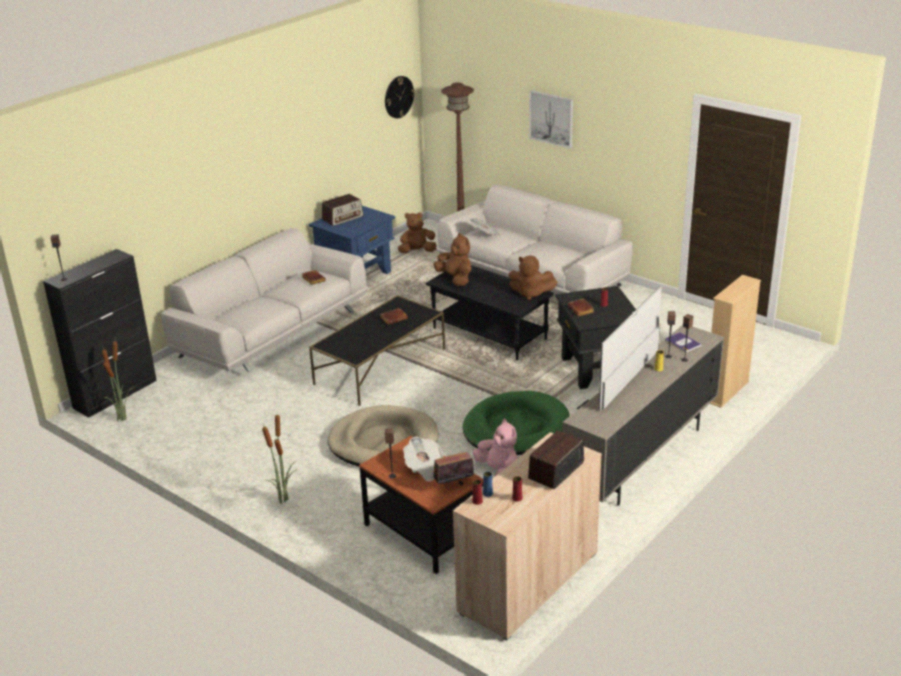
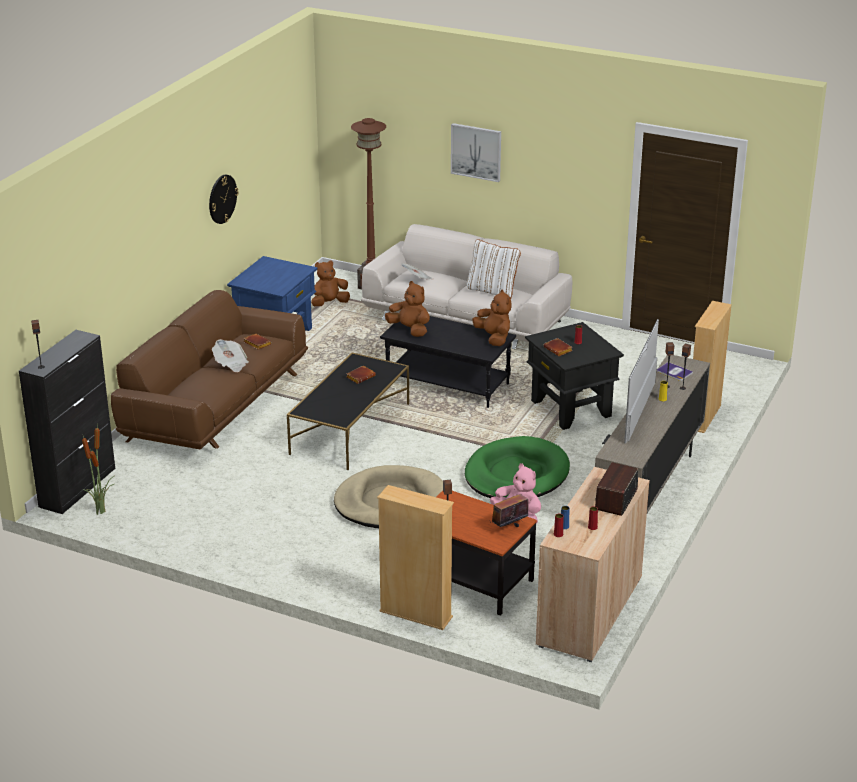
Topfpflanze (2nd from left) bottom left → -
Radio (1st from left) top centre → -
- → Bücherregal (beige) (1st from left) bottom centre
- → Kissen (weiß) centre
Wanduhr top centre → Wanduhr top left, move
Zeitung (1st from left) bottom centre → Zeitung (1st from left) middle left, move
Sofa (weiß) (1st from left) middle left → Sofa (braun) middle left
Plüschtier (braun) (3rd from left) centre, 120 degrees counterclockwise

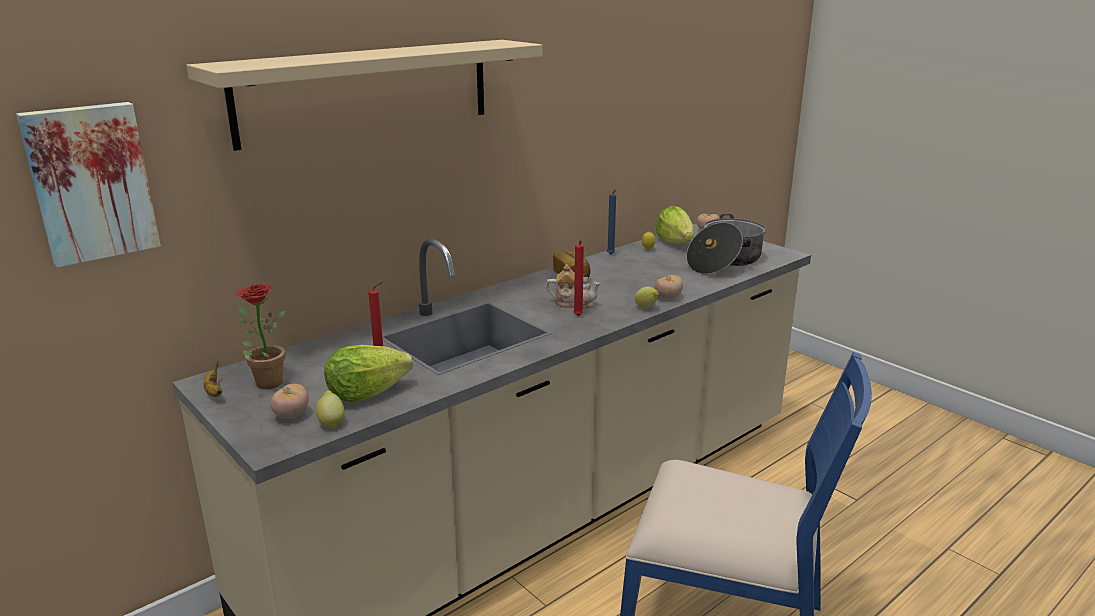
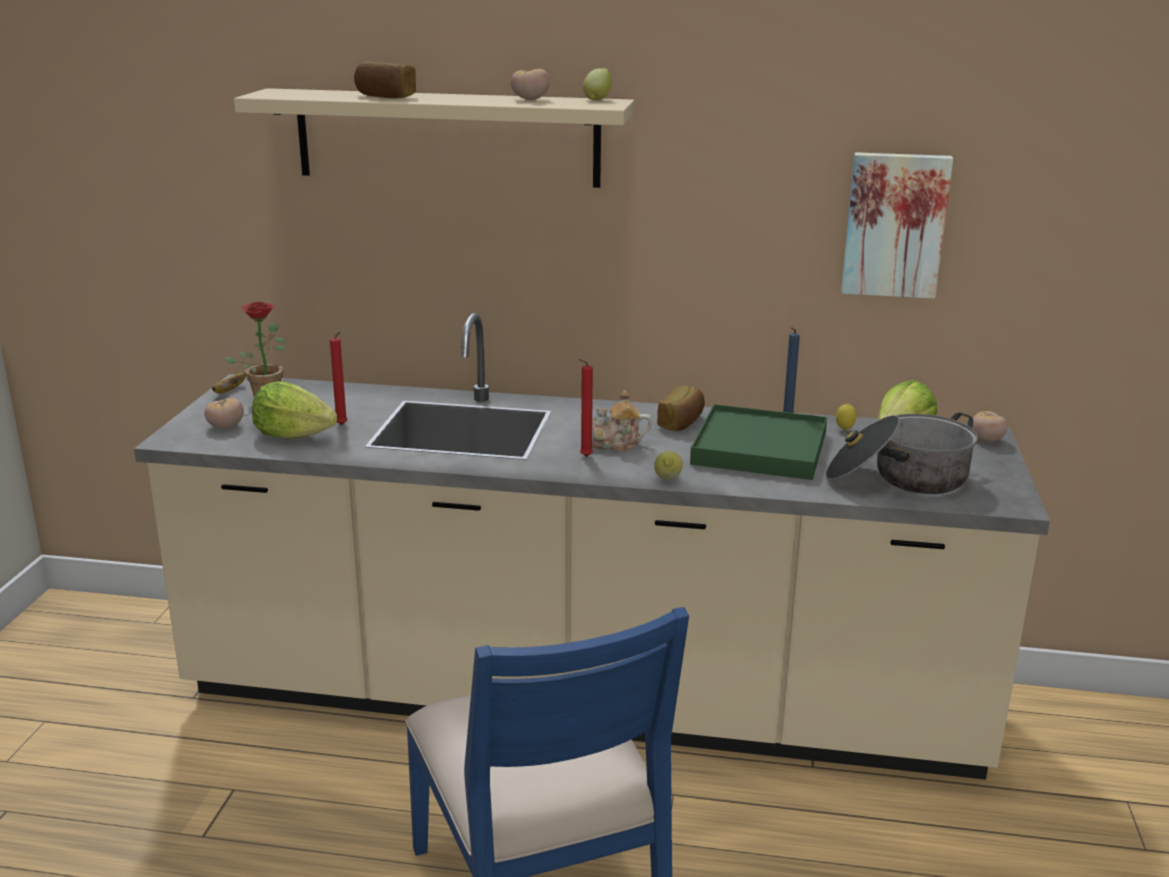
- → Brot (1st from left) top left
- → Tablett (grün) centre
Bild top left → Bild top right, move
Zitrone (1st from left) middle left → Zitrone (1st from left) top centre, move
Tomate (2nd from left) centre → Tomate (2nd from left) top centre, move
Teekanne centre, 120 degrees clockwise

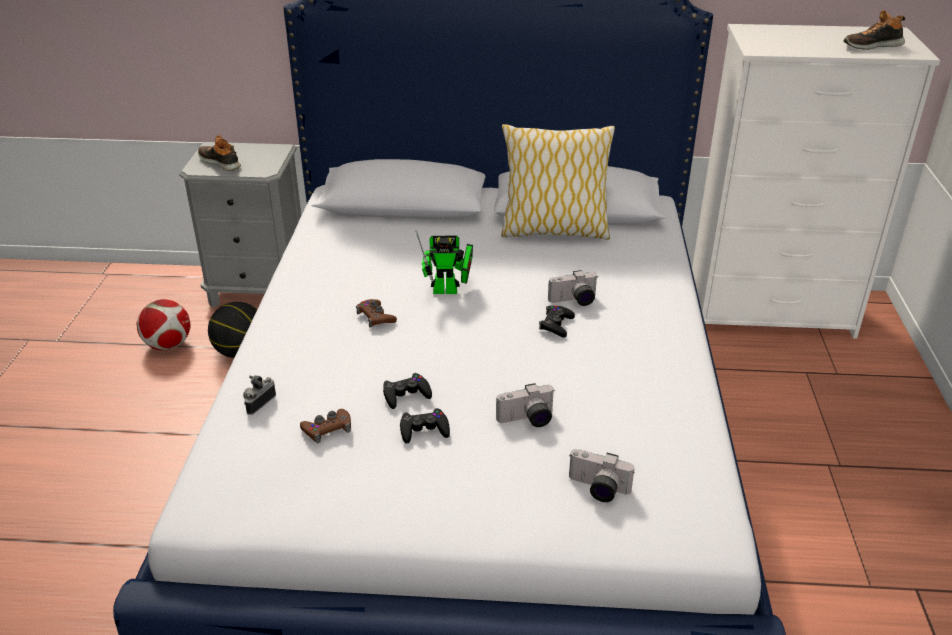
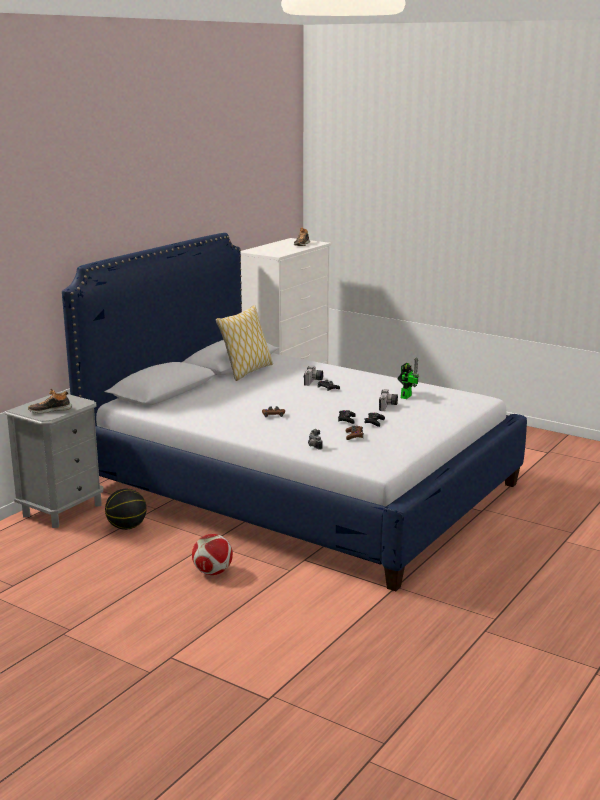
Kamera (4th from left) bottom centre → -
Fußball middle left → Fußball bottom centre, move
Spielzeugroboter centre → Spielzeugroboter middle right, move

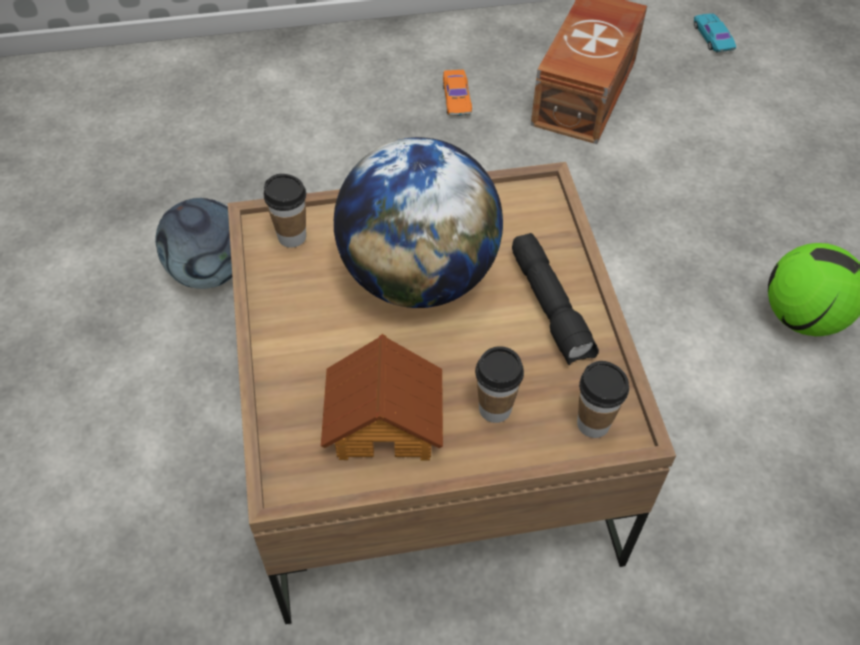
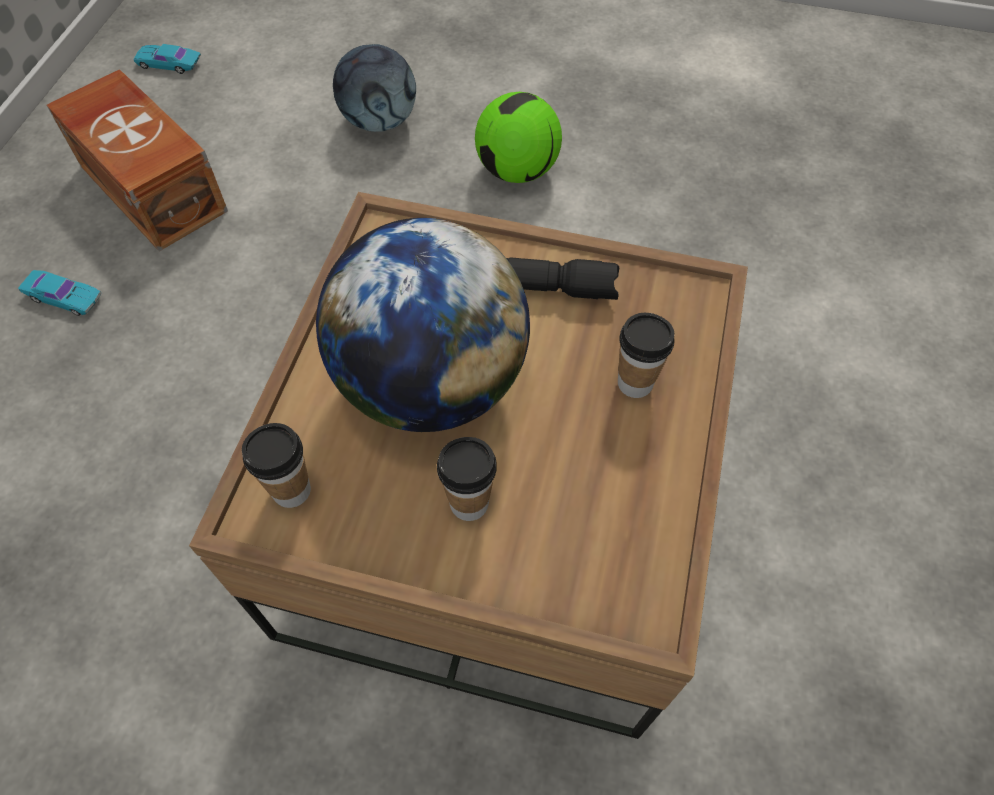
Spielzeughaus centre → -
Fußball (1st from left) middle left → Fußball (1st from left) top centre, move
Tasse (3rd from left in the first image) middle right → Tasse (2nd from left) centre, move
Spielzeugauto (orange) top centre → Spielzeugauto (türkis) (1st from left) middle left

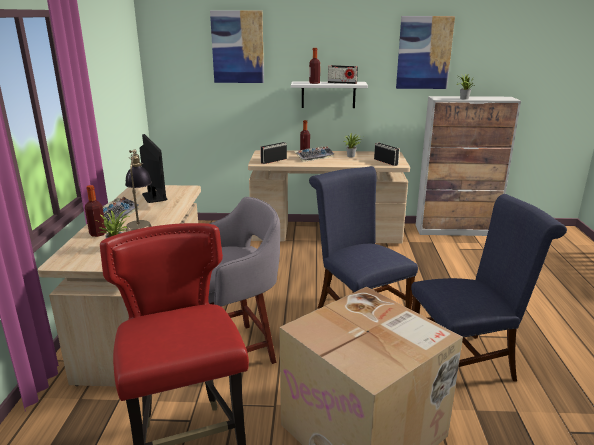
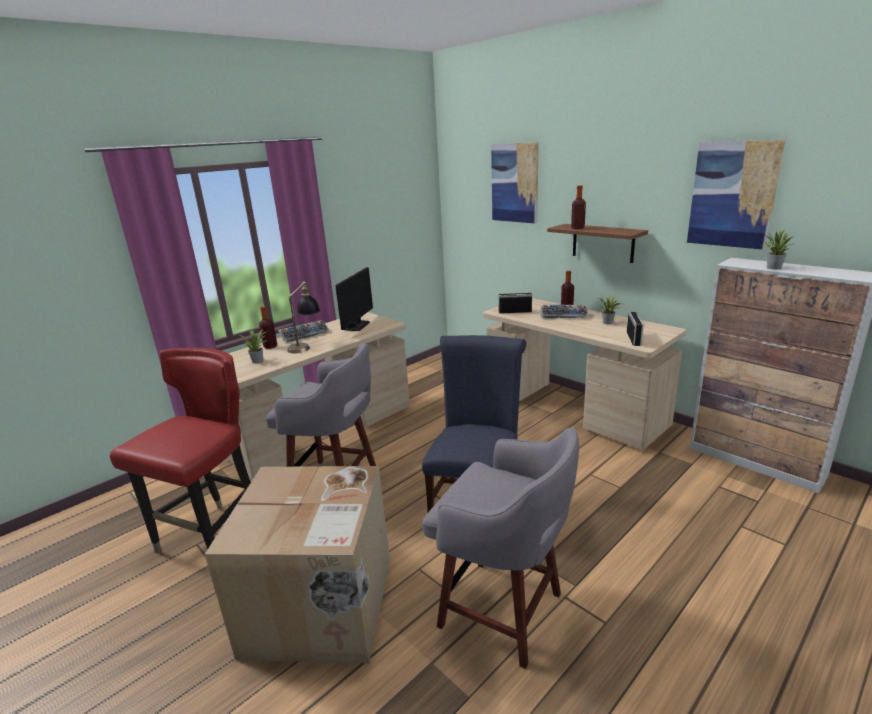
Radio (2nd from left) top centre → -
Stuhl (blau) (2nd from left) middle right → Hocker (grau) (2nd from left) bottom centre
Wandregal (weiß) top centre → Wandregal (braun) middle right

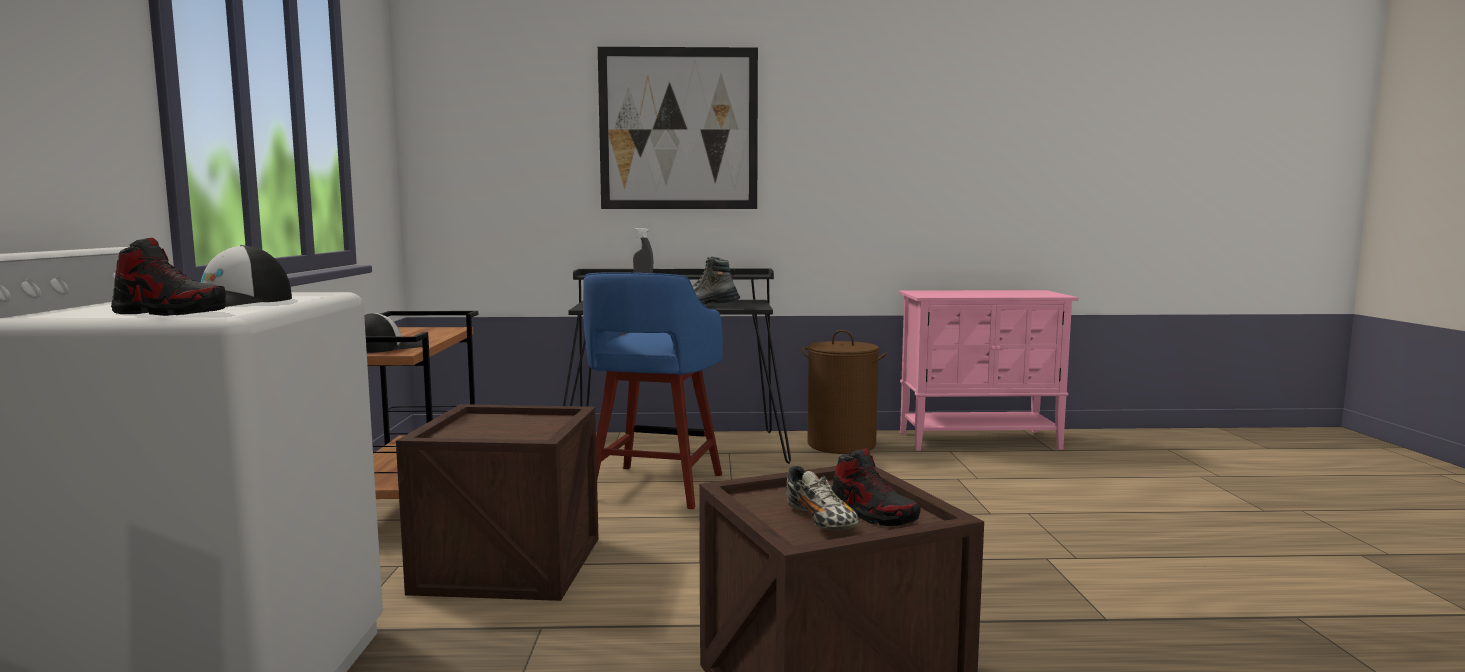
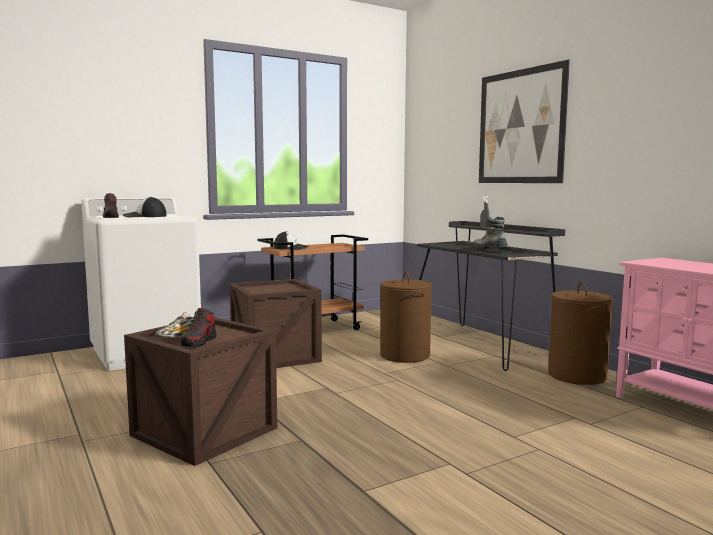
Hocker (blau) centre → Wäschekorb (braun) (1st from left) centre

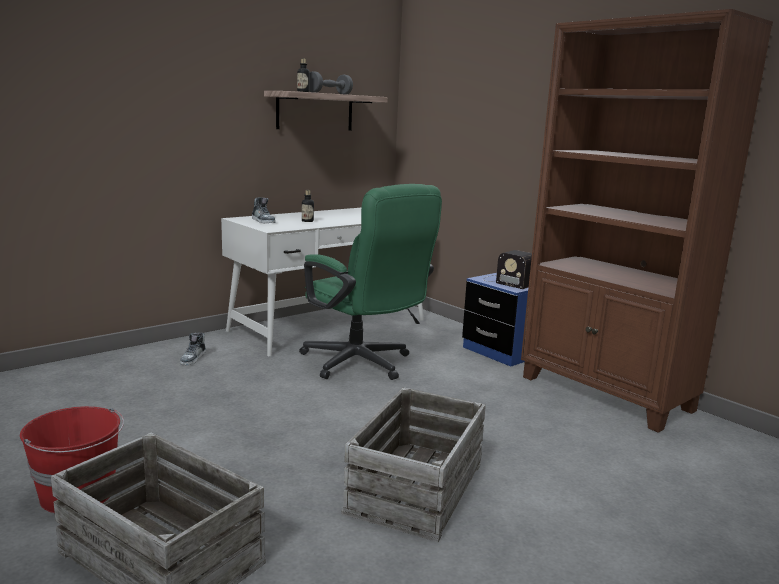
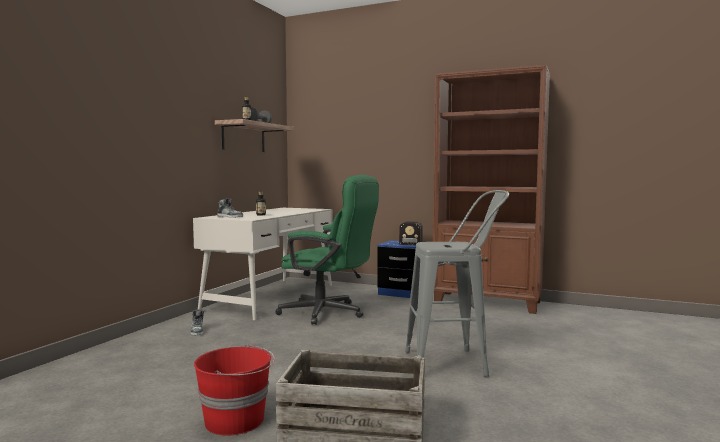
Kiste (2nd from left) bottom centre → Hocker (grau) centre

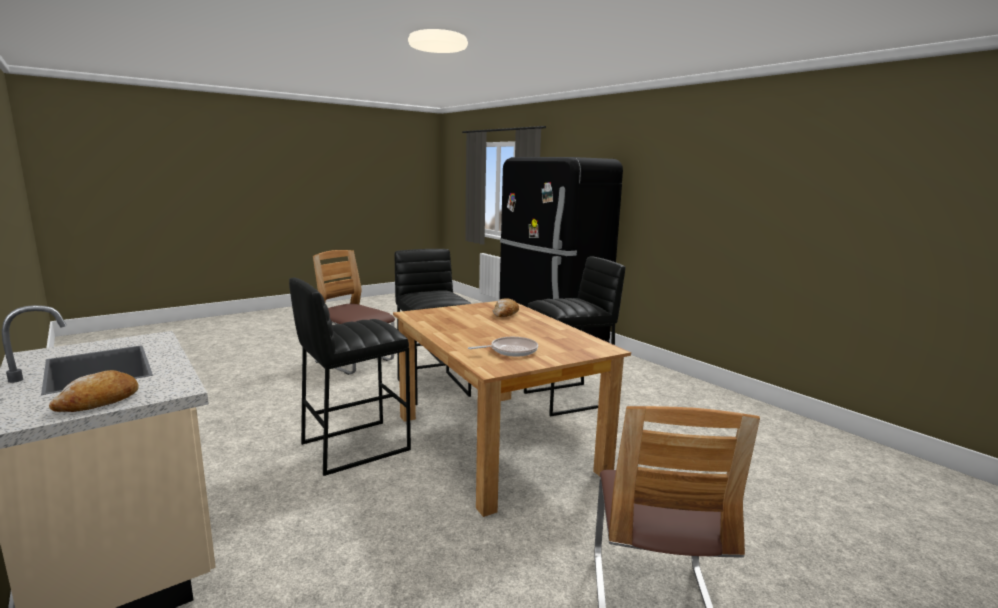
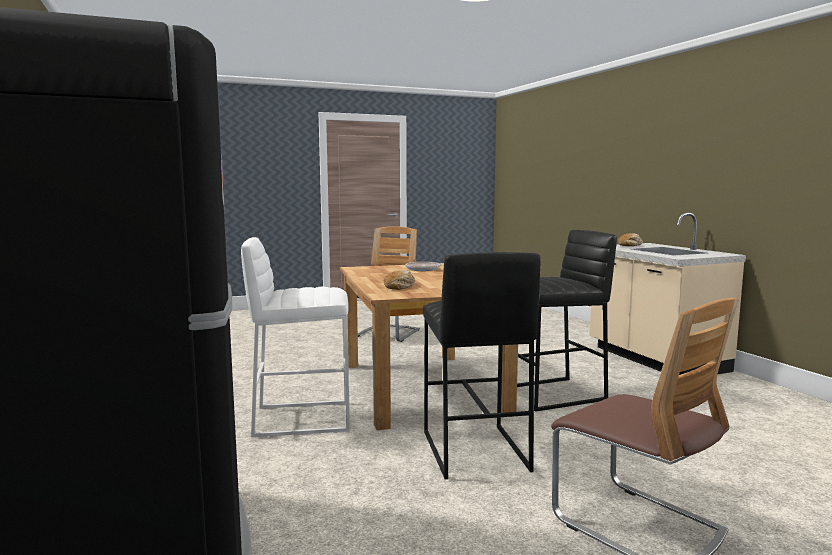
Hocker (schwarz) (3rd from left) centre → Hocker (weiß) centre

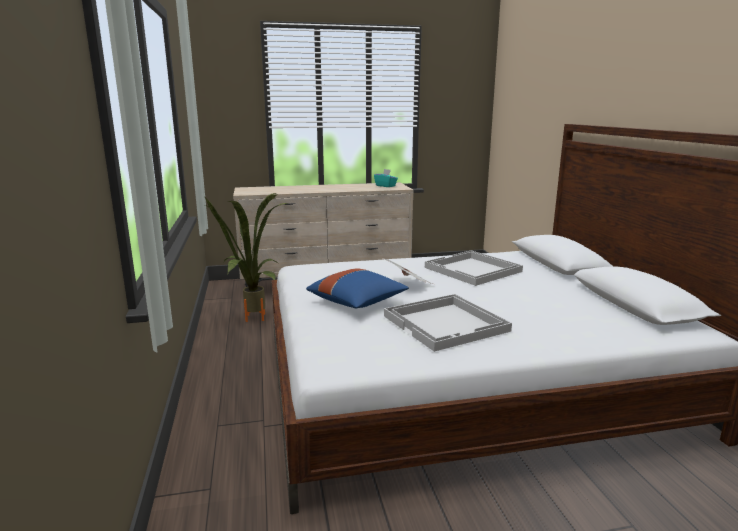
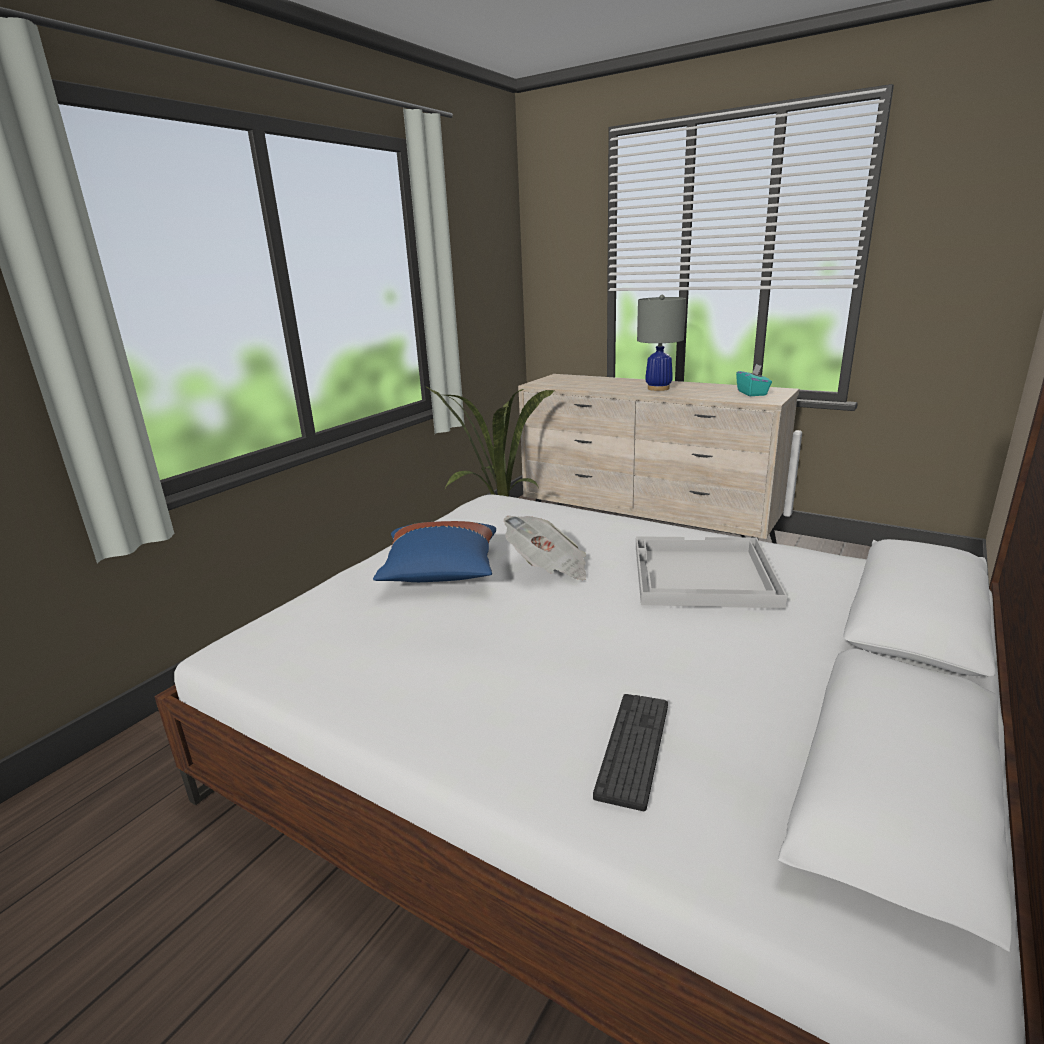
Tablett (weiß) (1st from left) centre → -
- → Tastatur bottom centre
- → Tischlampe (grau) top centre

